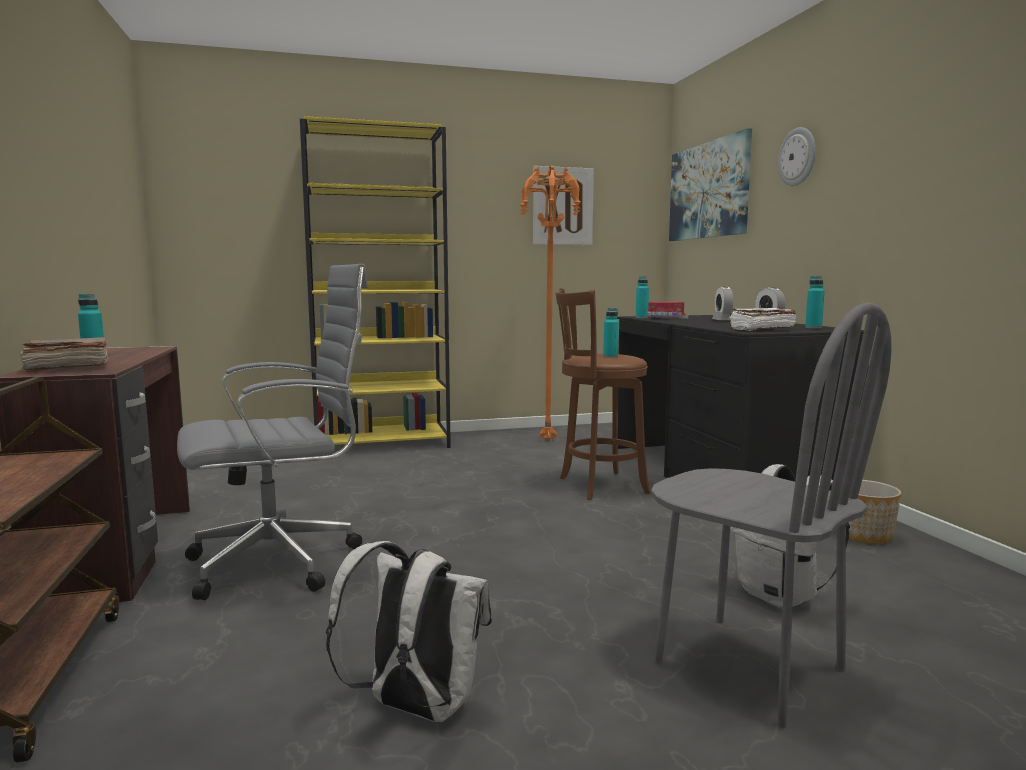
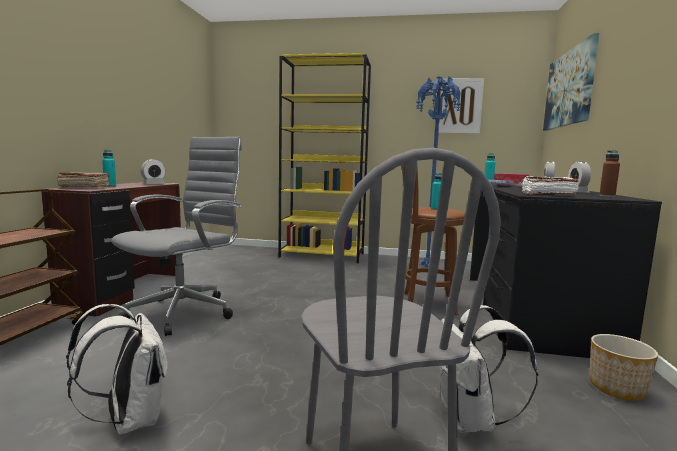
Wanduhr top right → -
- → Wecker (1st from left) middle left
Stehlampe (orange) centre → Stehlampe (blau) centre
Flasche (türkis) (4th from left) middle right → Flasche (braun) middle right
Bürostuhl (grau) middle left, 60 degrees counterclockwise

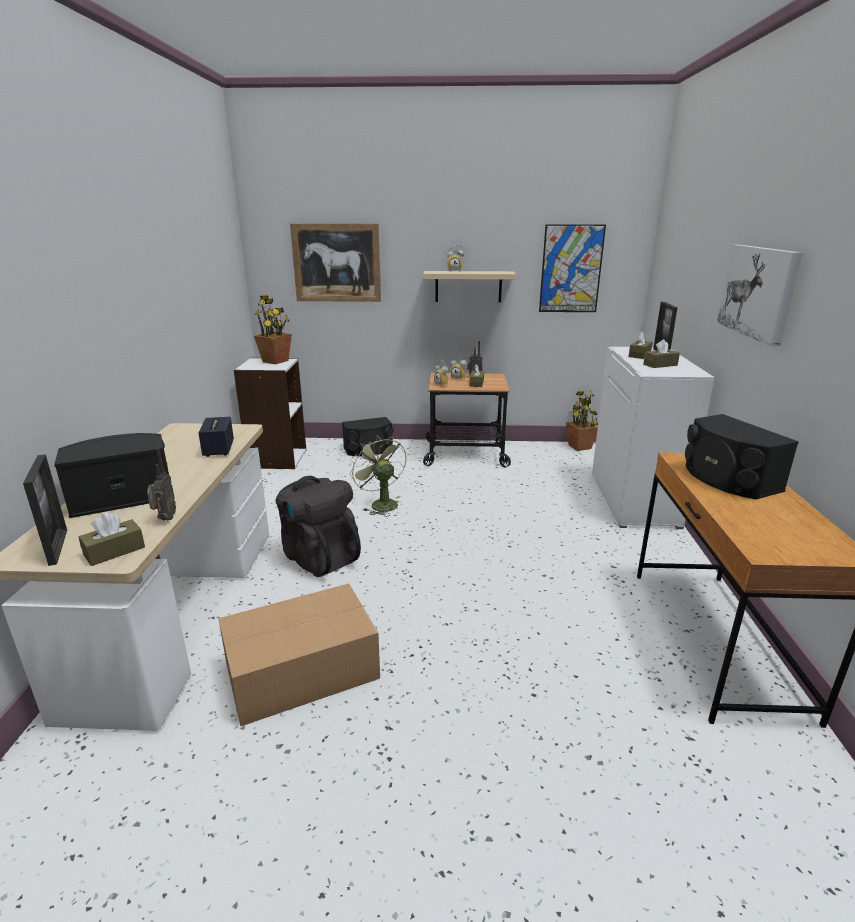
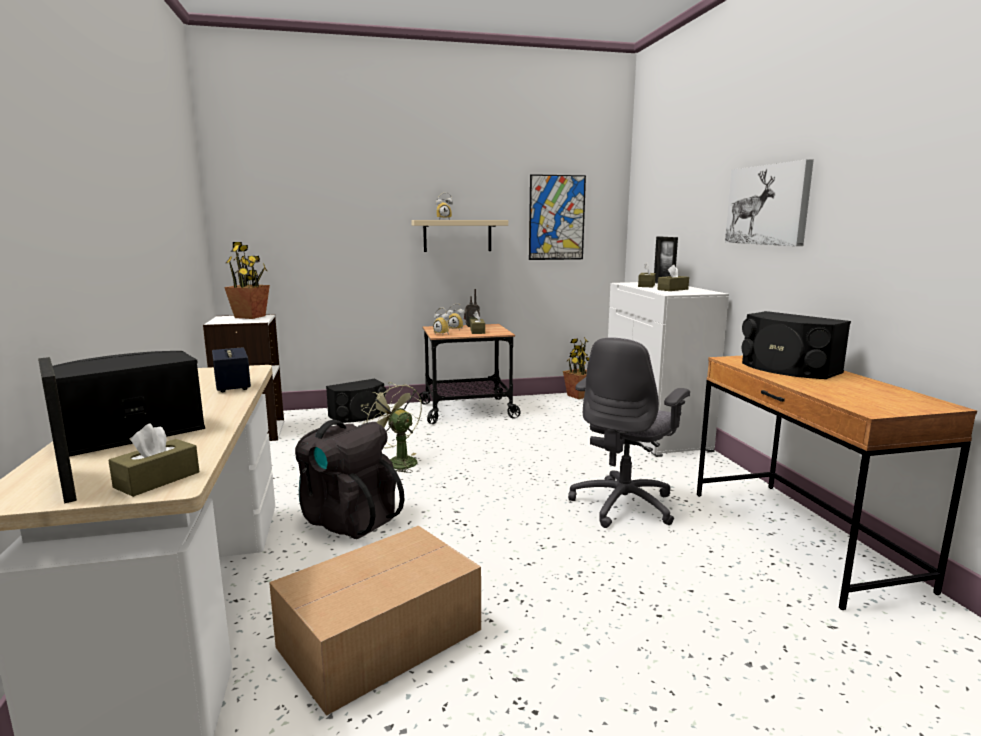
Radio (1st from left) middle left → -
Bild (1st from left) top centre → -
- → Bürostuhl (grau) centre

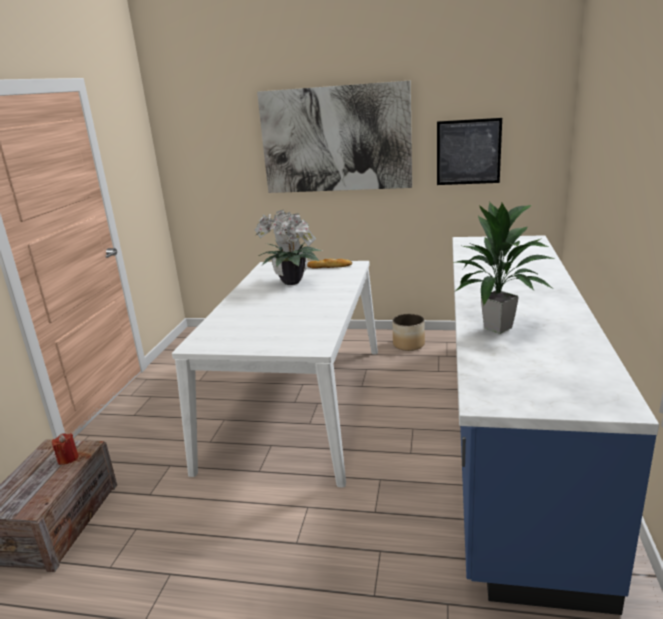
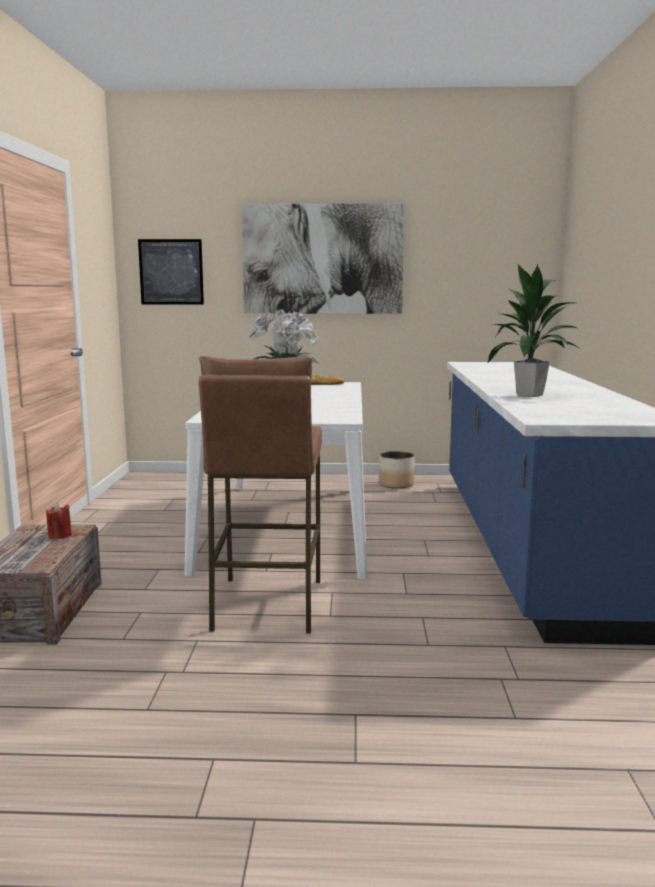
- → Hocker (braun) centre
Bild (2nd from left in the first image) top right → Bild (1st from left) top left, move

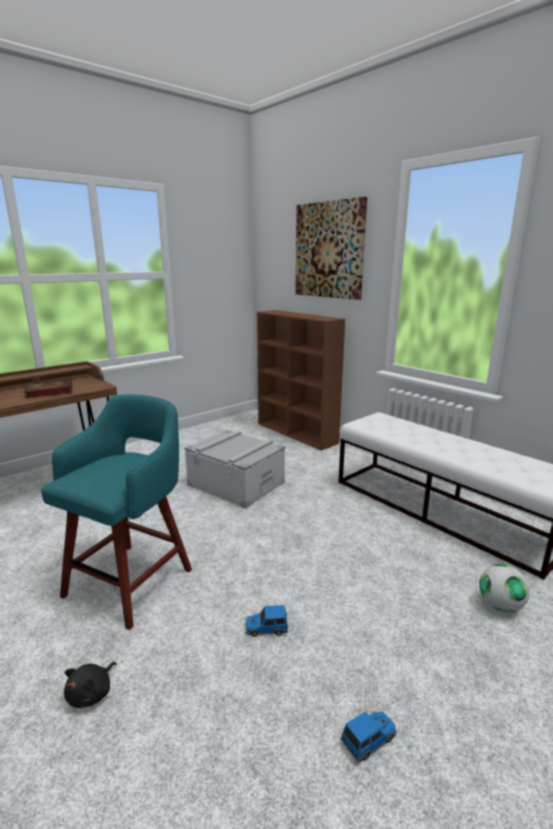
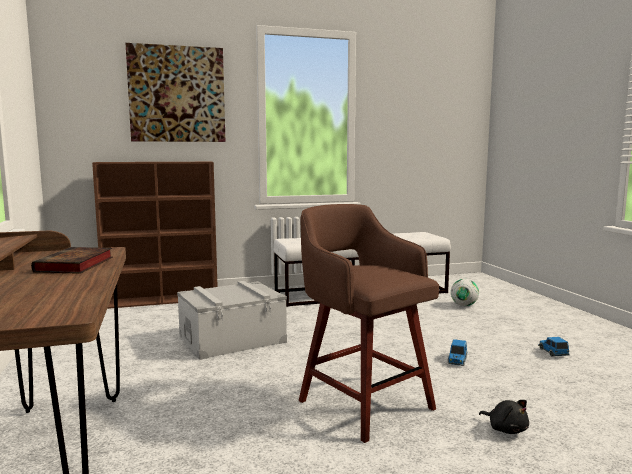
Hocker (türkis) middle left → Hocker (braun) bottom centre

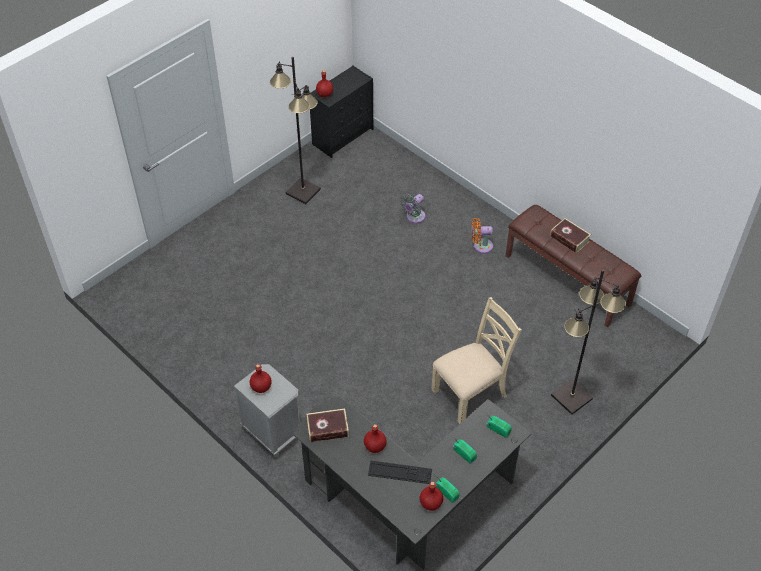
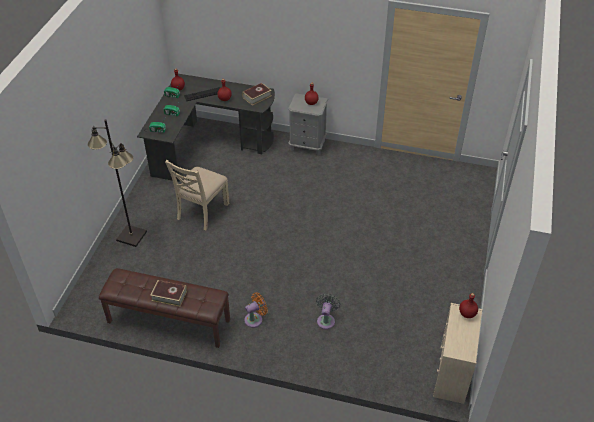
Stehlampe (schwarz) (1st from left) top centre → -
Kommode (schwarz) top centre → Kommode (beige) bottom right

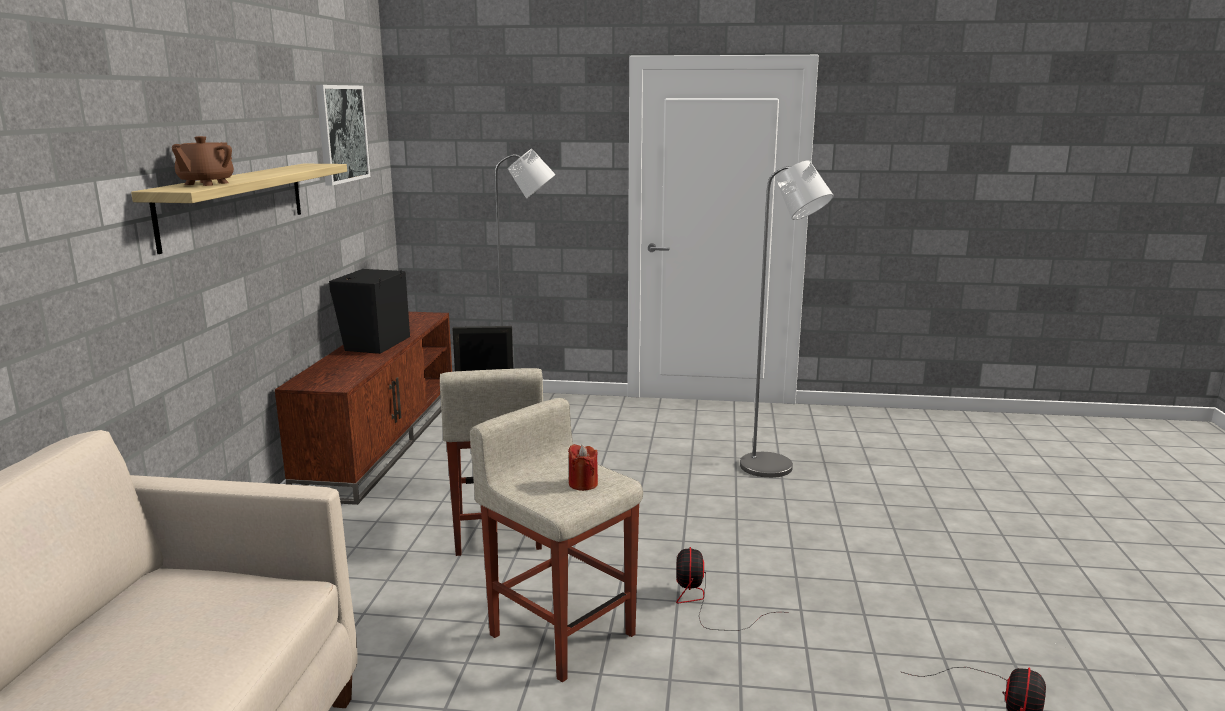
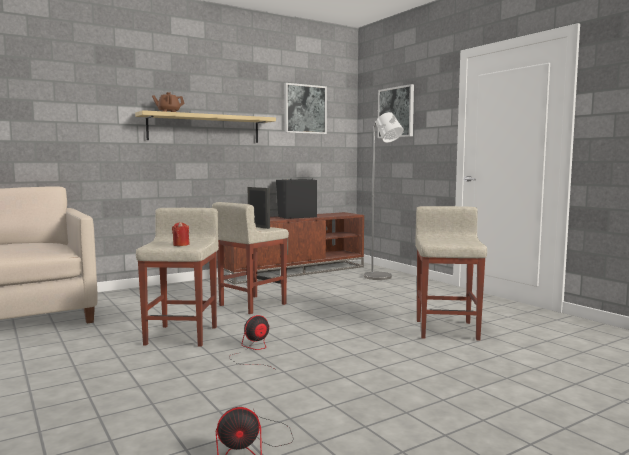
- → Bild (2nd from left) top centre
Stehlampe (grau) (2nd from left) centre → Hocker (beige) (3rd from left) middle right

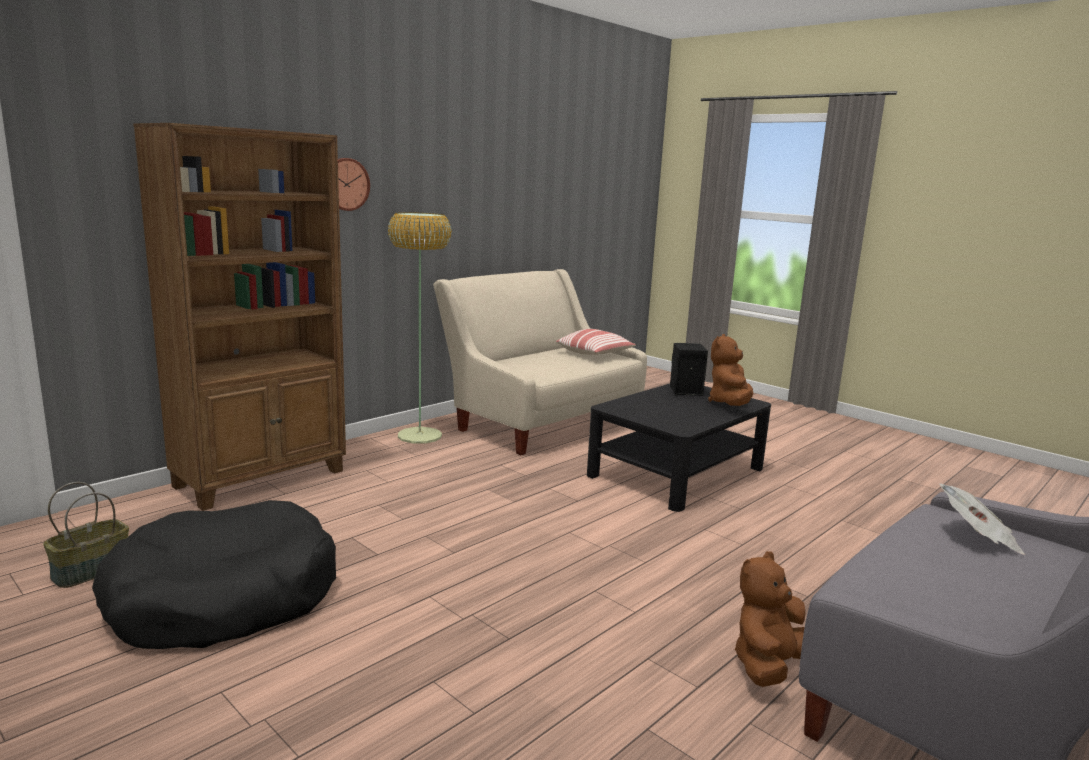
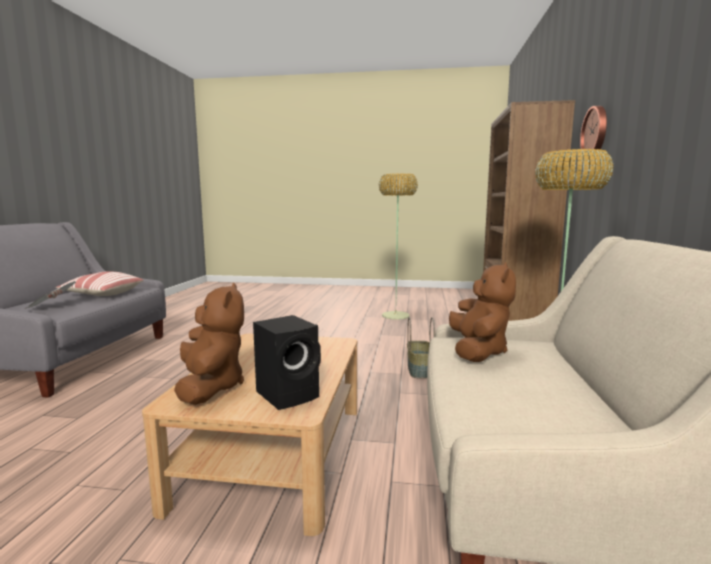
Korb bottom left → Korb centre, move
Kissen centre → Kissen middle left, move
Plüschtier (braun) (2nd from left) bottom right → Plüschtier (braun) (2nd from left) middle right, move
Hundebett (schwarz) bottom left → Stehlampe (1st from left) centre
Couchtisch (schwarz) centre → Couchtisch (beige) bottom centre

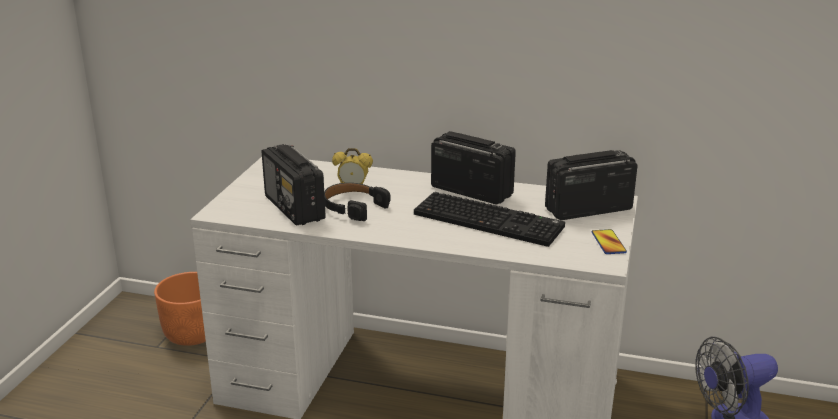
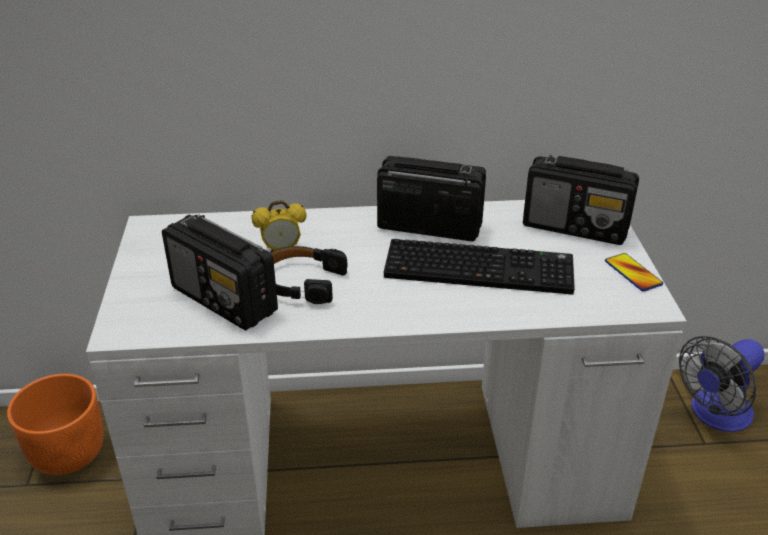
Radio (3rd from left) middle right, 120 degrees counterclockwise

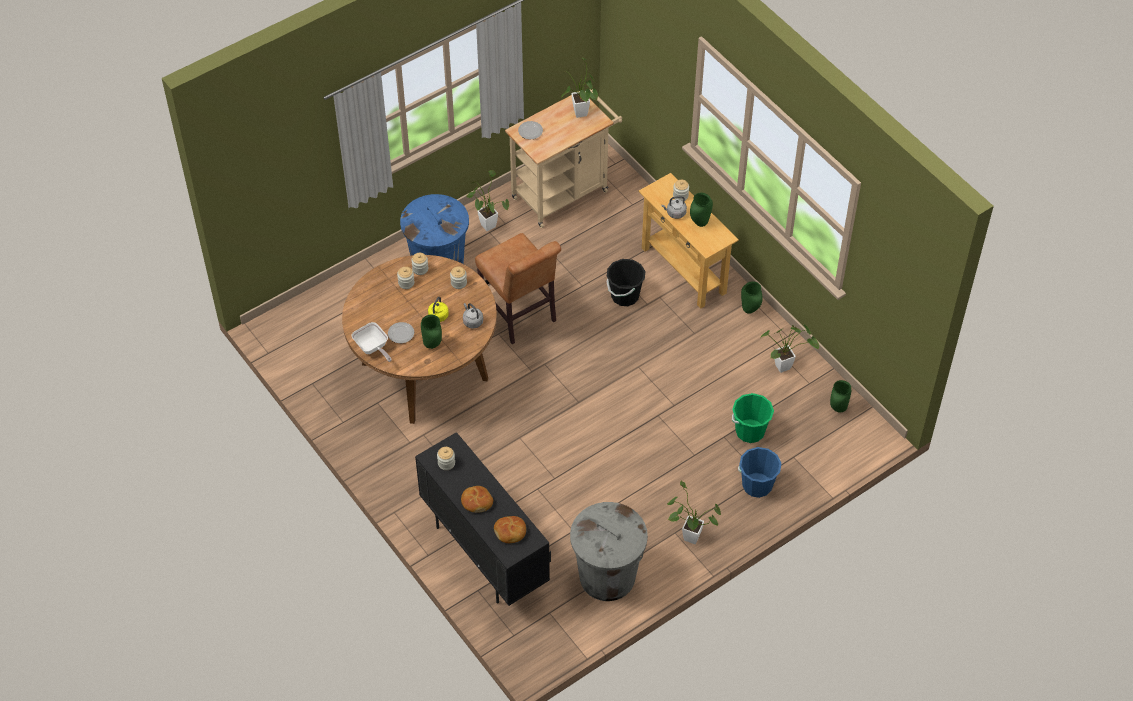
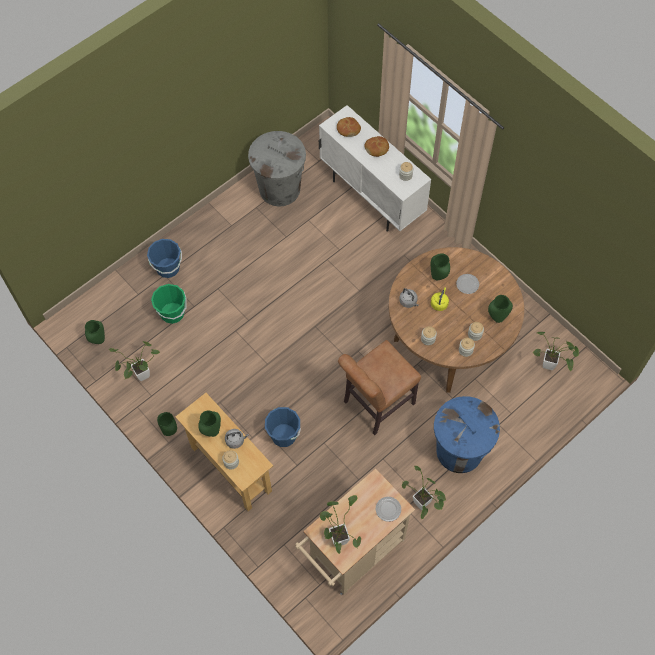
Pfanne middle left → -
- → Vase (grün) (5th from left) middle right
Topfpflanze (3rd from left in the first image) bottom centre → Topfpflanze (4th from left) middle right, move
Schrank (schwarz) bottom centre → Schrank (weiß) top centre
Eimer (schwarz) centre → Eimer (blau) (2nd from left) centre
Stuhl (braun) centre, 90 degrees counterclockwise

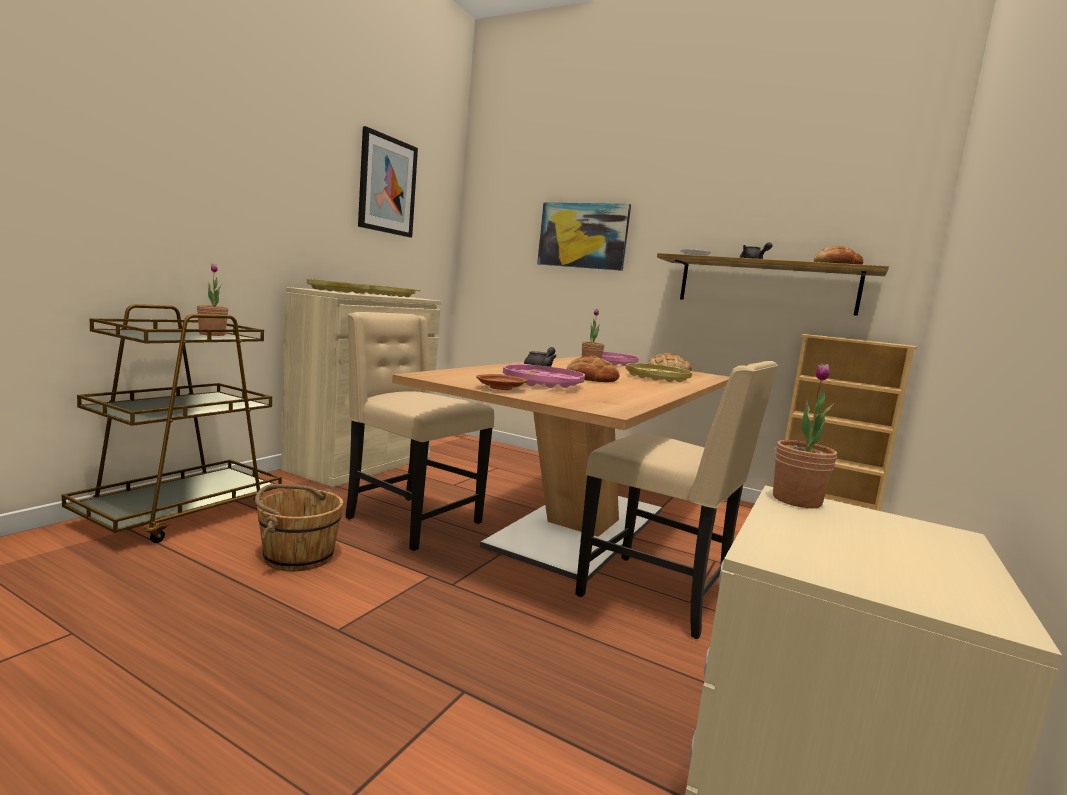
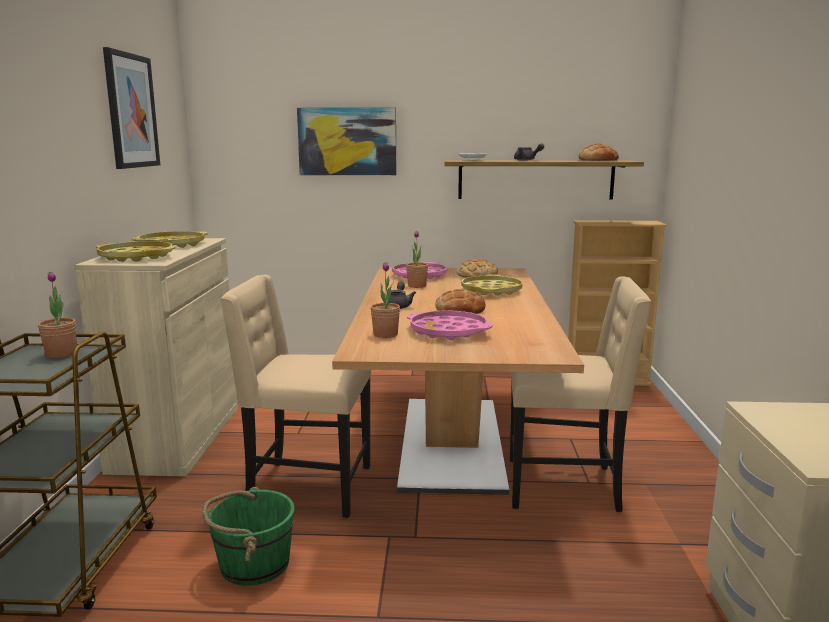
Teller (braun) centre → -
Topfpflanze (3rd from left in the first image) middle right → Topfpflanze (2nd from left) centre, move
Eimer (braun) middle left → Eimer (grün) bottom left

